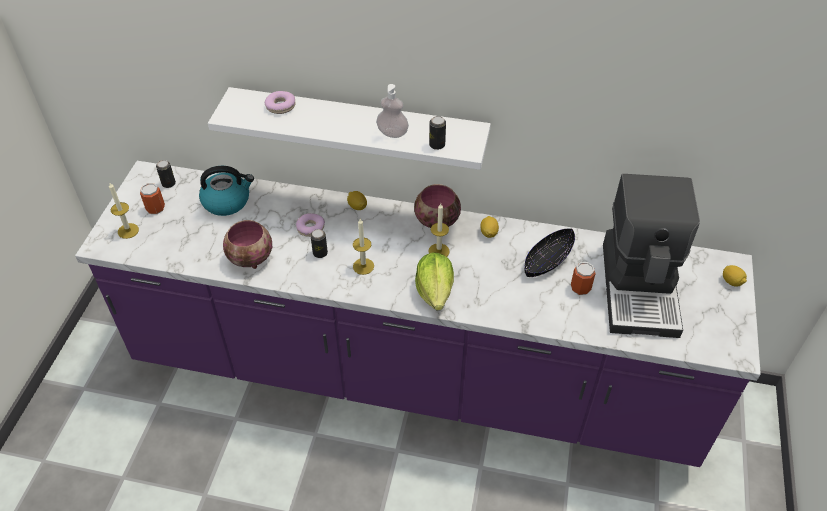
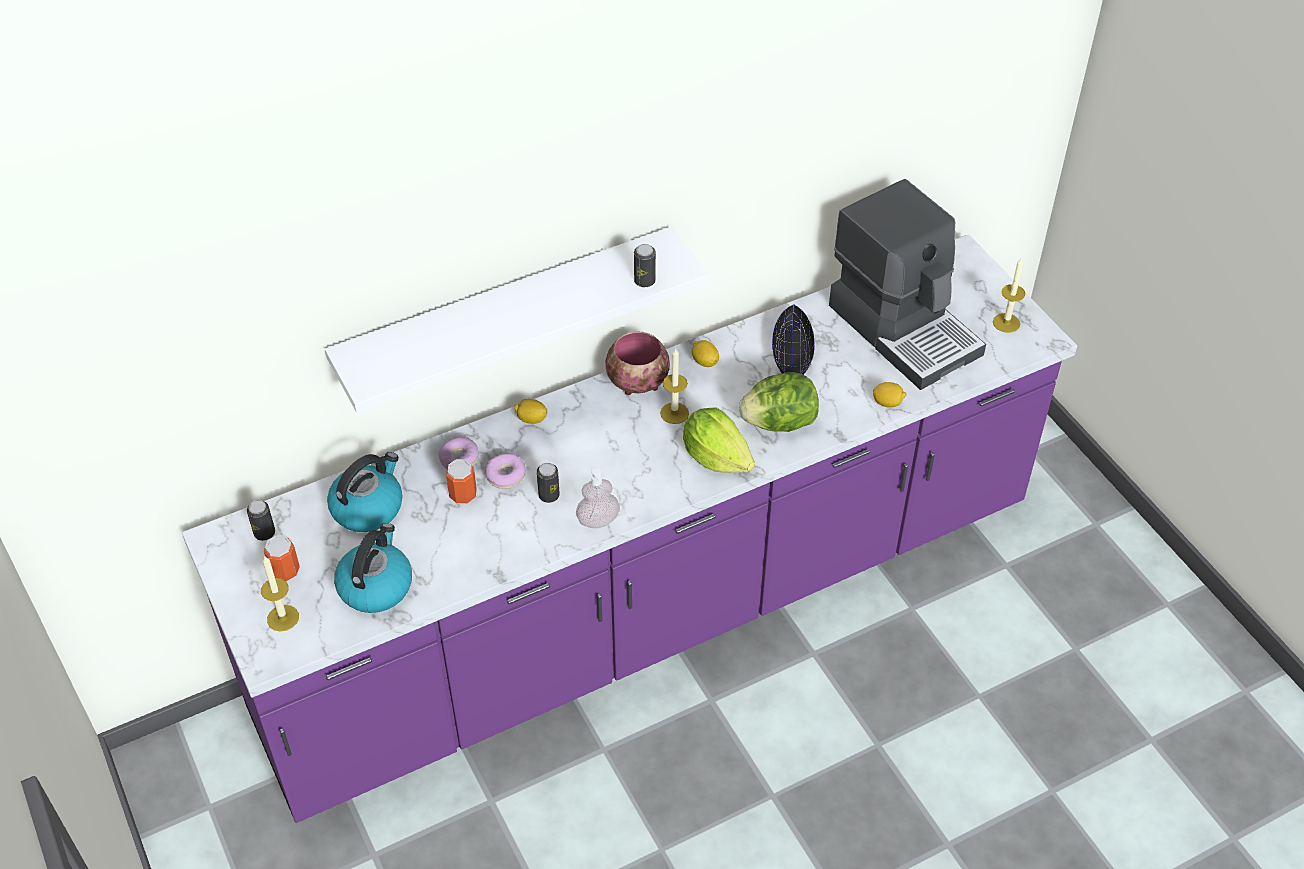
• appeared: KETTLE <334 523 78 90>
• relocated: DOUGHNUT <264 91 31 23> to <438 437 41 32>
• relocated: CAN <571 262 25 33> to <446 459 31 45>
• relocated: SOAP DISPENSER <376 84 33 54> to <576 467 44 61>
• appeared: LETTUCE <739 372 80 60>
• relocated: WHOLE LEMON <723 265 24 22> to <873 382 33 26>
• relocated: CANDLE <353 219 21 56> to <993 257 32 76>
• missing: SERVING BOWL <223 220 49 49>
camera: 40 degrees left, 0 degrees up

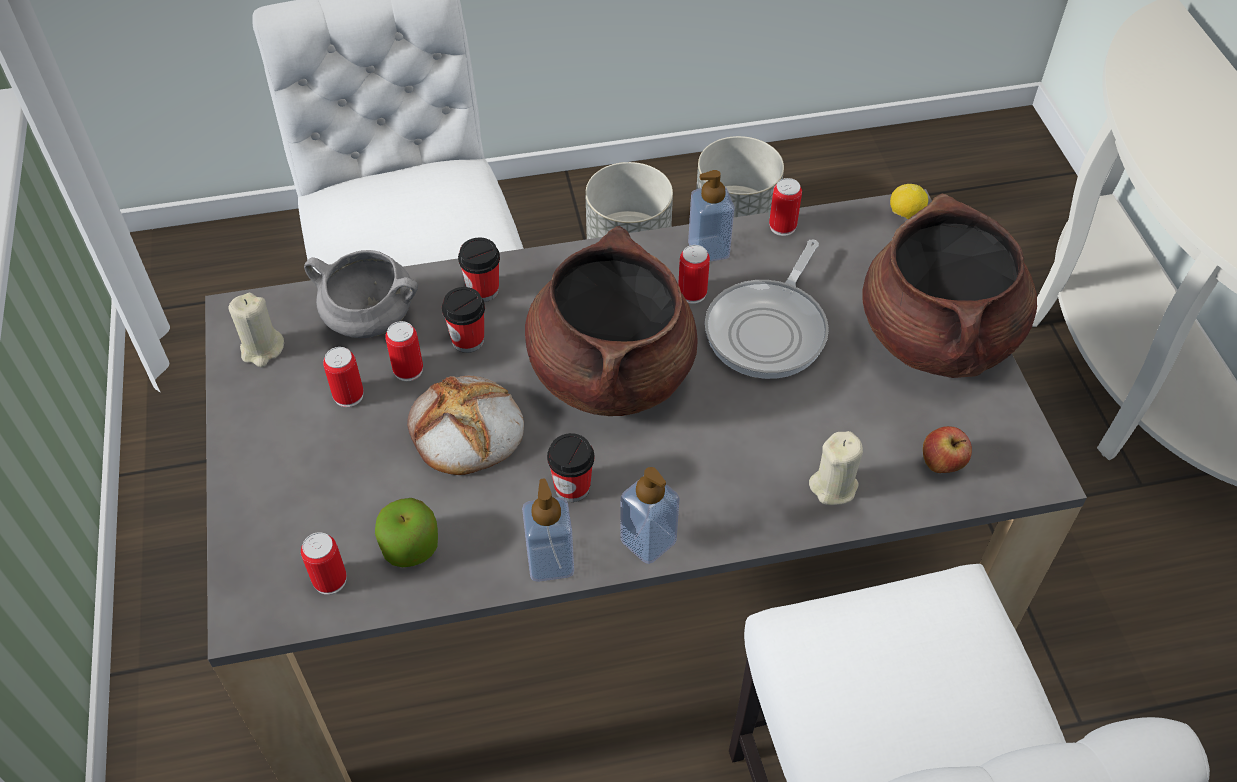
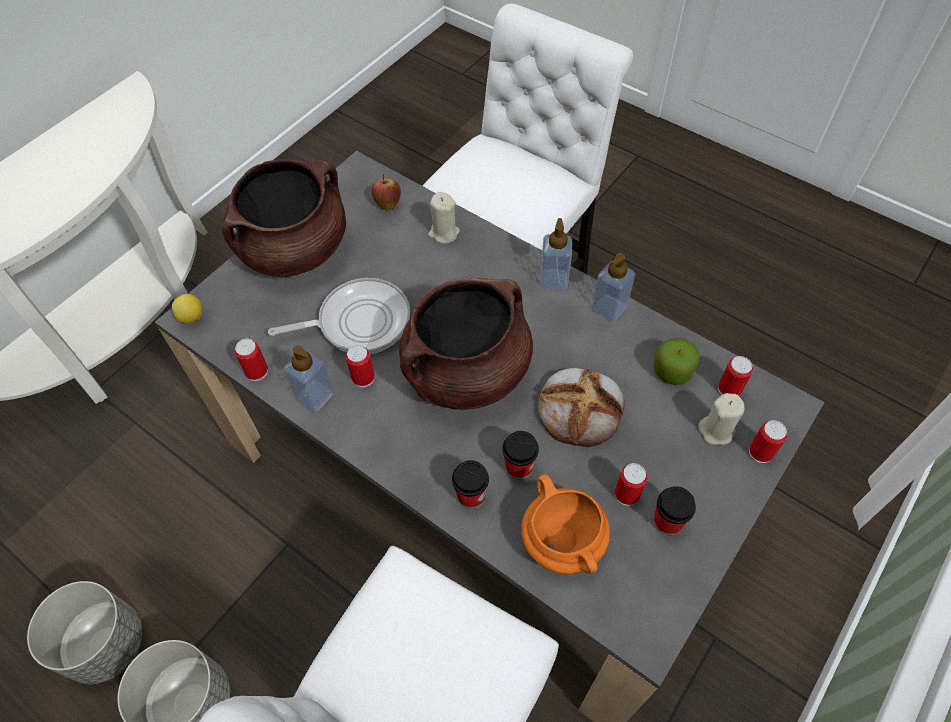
• colour: GRAY STOCKPOT <304 250 114 88> to ORANGE-COLOURED STOCKPOT <521 474 89 100>
• relocated: CUP <547 433 48 69> to <654 486 42 49>
• relocated: BEIGE-COLOURED CANDLE <228 293 56 74> to <698 393 46 52>
• relocated: CAN <385 321 38 60> to <749 420 38 43>
camera: 130 degrees left, 5 degrees up

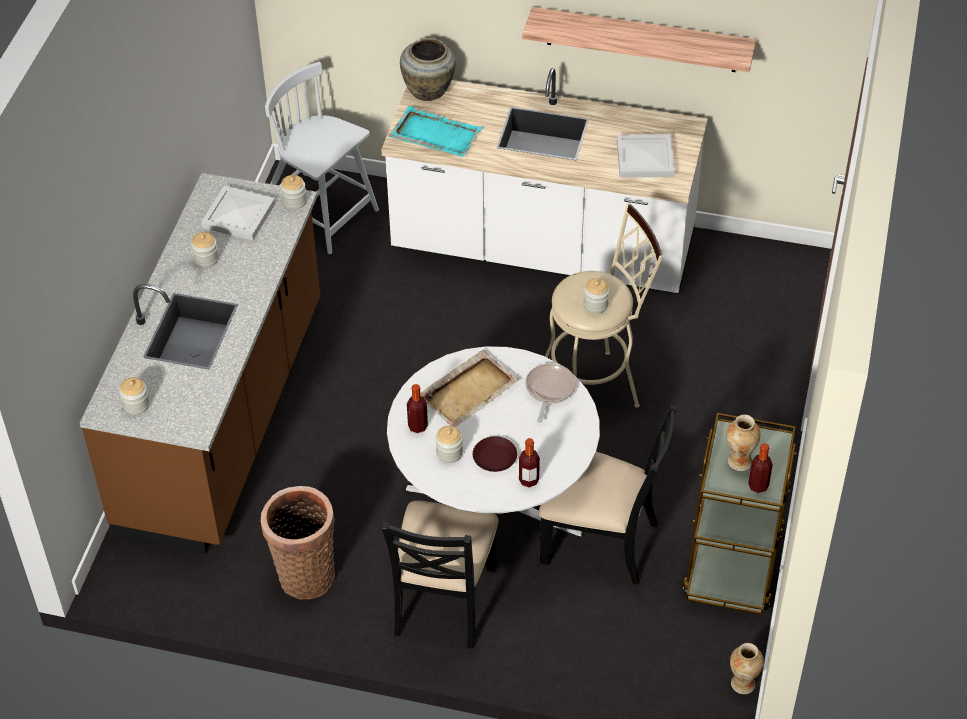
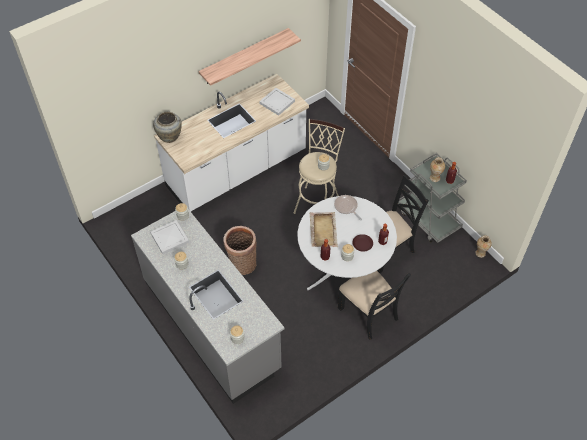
• colour: BROWN COUNTER <80 173 240 381> to GRAY COUNTER <131 209 154 195>
• relocated: STORAGE BASKET <261 486 74 114> to <223 226 34 49>
• colour: BROWN TROLLEY <683 413 114 202> to GRAY TROLLEY <398 153 69 90>
• missing: WHITE-COLOURED UPRIGHT CHAIR <265 62 114 192>
• missing: TURQUOISE TRAY <388 106 95 51>
camera: 50 degrees left, 5 degrees up

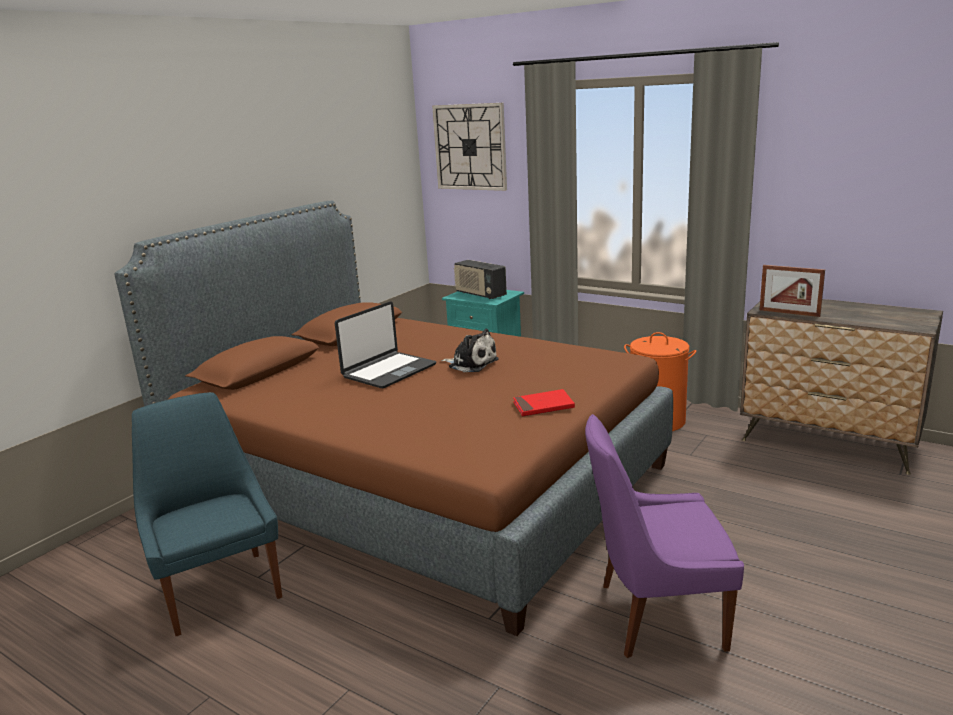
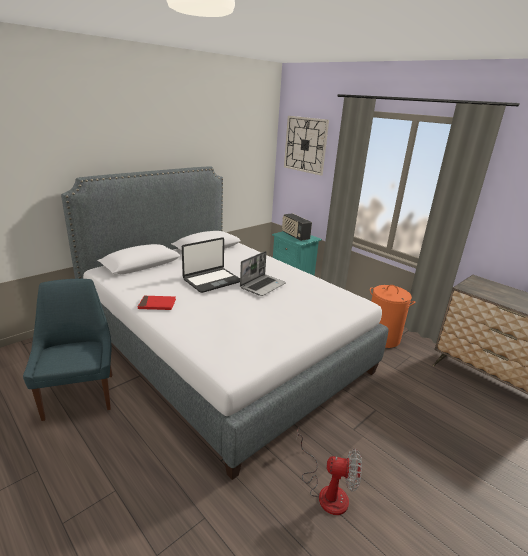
• colour: BROWN SLEEPING BED <114 201 559 435> to GRAY SLEEPING BED <61 166 327 314>
• relocated: REDDISH BOUND BOOK <513 389 62 27> to <138 296 38 14>
• exchanged: SOFT TOY <441 329 58 43> to LAPTOP <240 251 46 45>
• exchanged: PURPLISH UPRIGHT CHAIR <585 414 159 244> to FAN <297 432 65 83>
• missing: STANDING FRAME <760 265 65 52>
camera: 10 degrees right, 5 degrees up

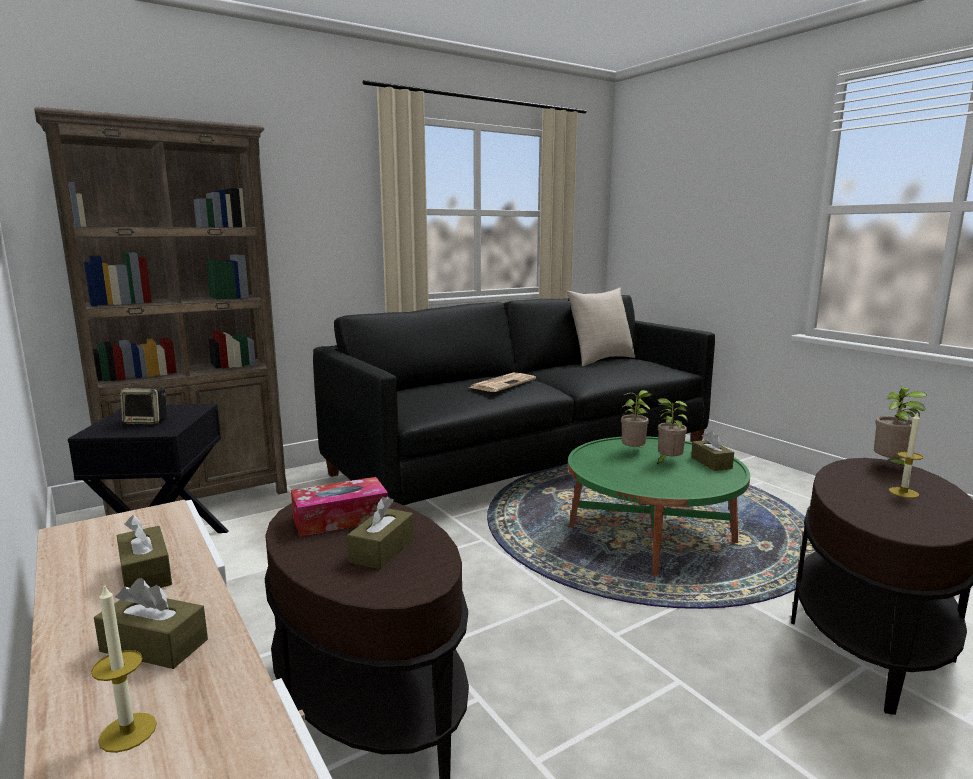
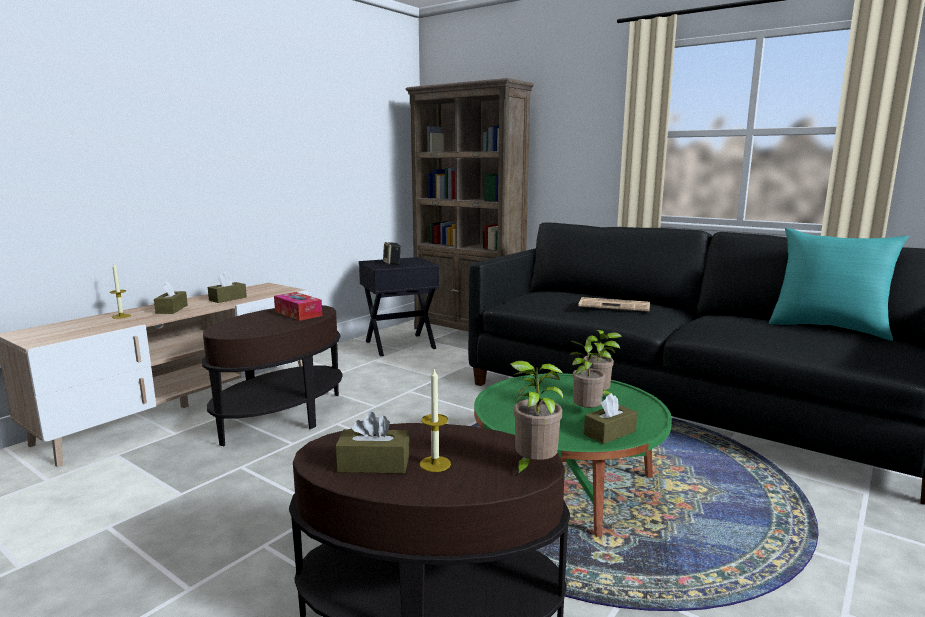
• relocated: BROWN TISSUE HOLDER <347 496 67 73> to <335 412 75 62>
• colour: BEIGE-COLOURED PILLOW <566 287 69 79> to TURQUOISE PILLOW <769 228 140 113>
camera: 70 degrees right, 0 degrees up

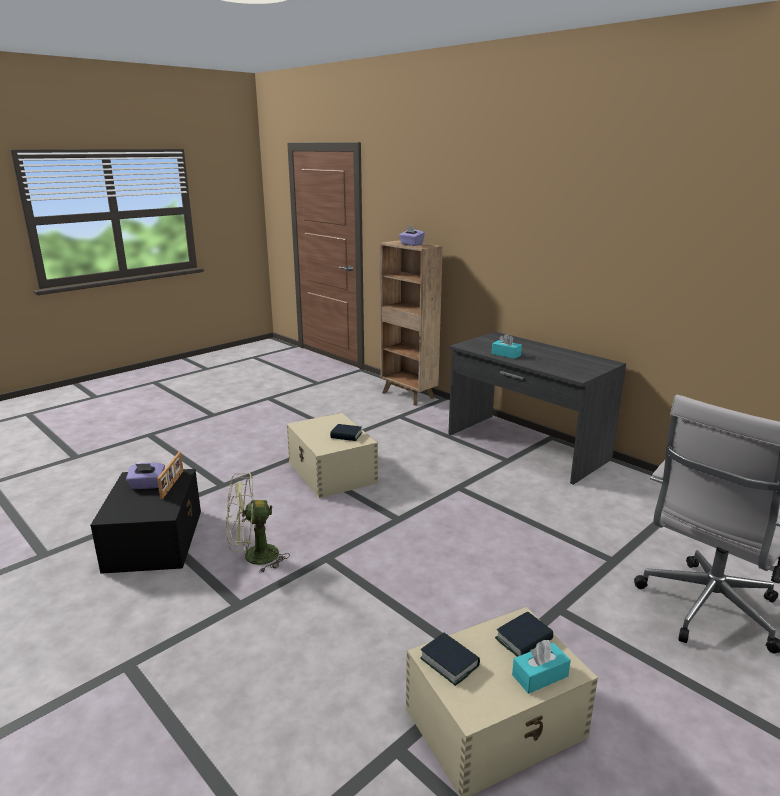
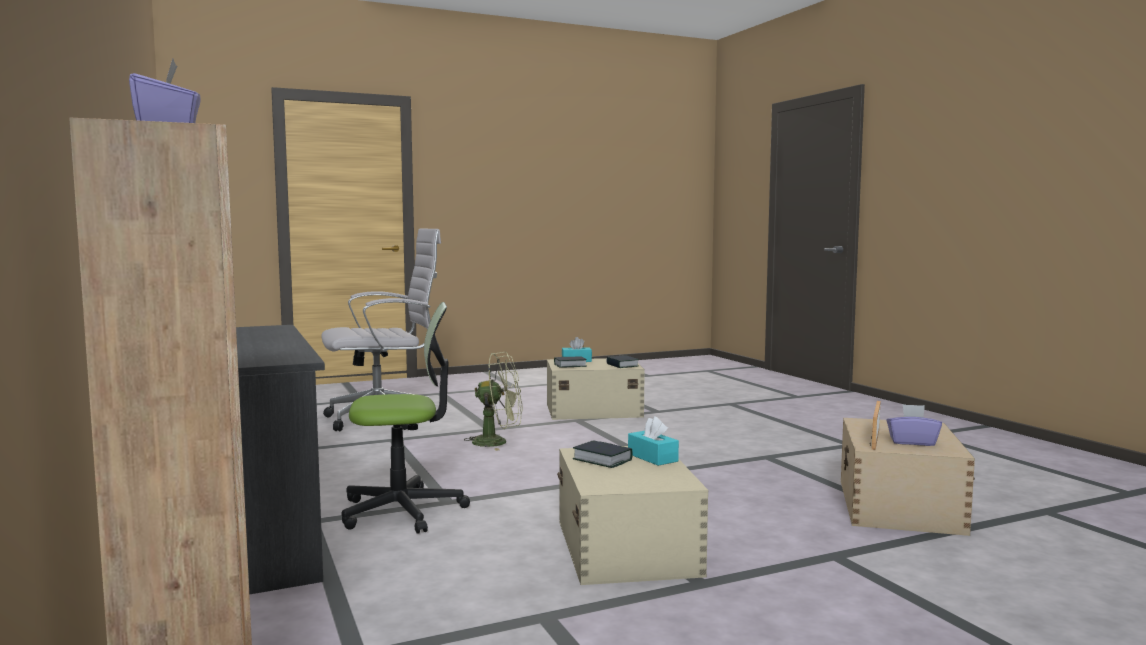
• appeared: DESK CHAIR <342 302 128 232>
• relocated: GREEN FAN <226 473 64 100> to <464 352 58 99>
• relocated: TURQUOISE TISSUE HOLDER <492 333 30 26> to <628 416 51 50>
• colour: BLACK STORAGE BIN <90 469 111 105> to BEIGE-COLOURED STORAGE BIN <841 418 134 118>
camera: 160 degrees left, 15 degrees down

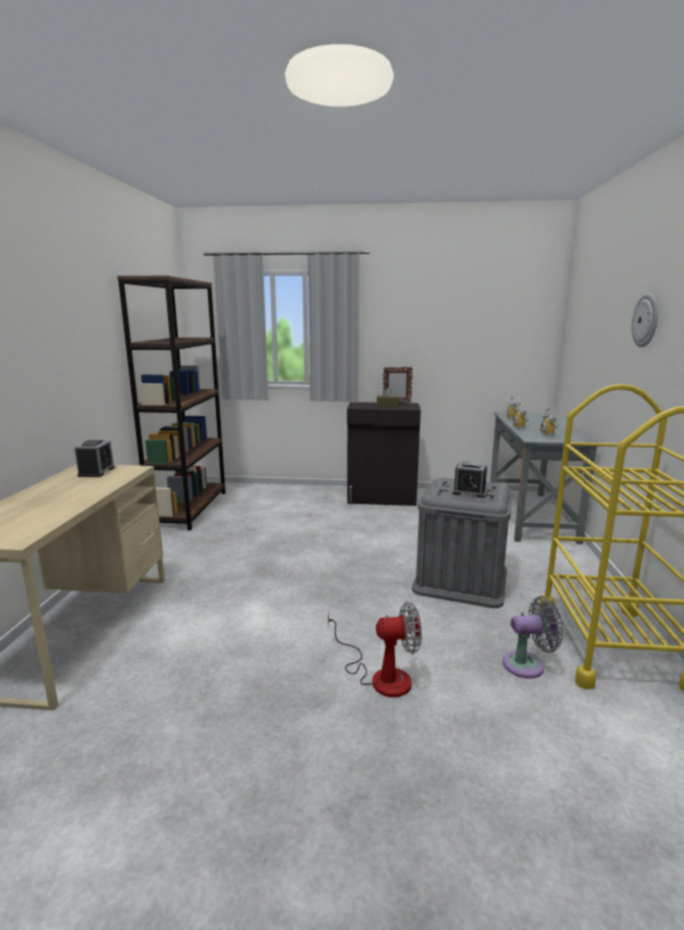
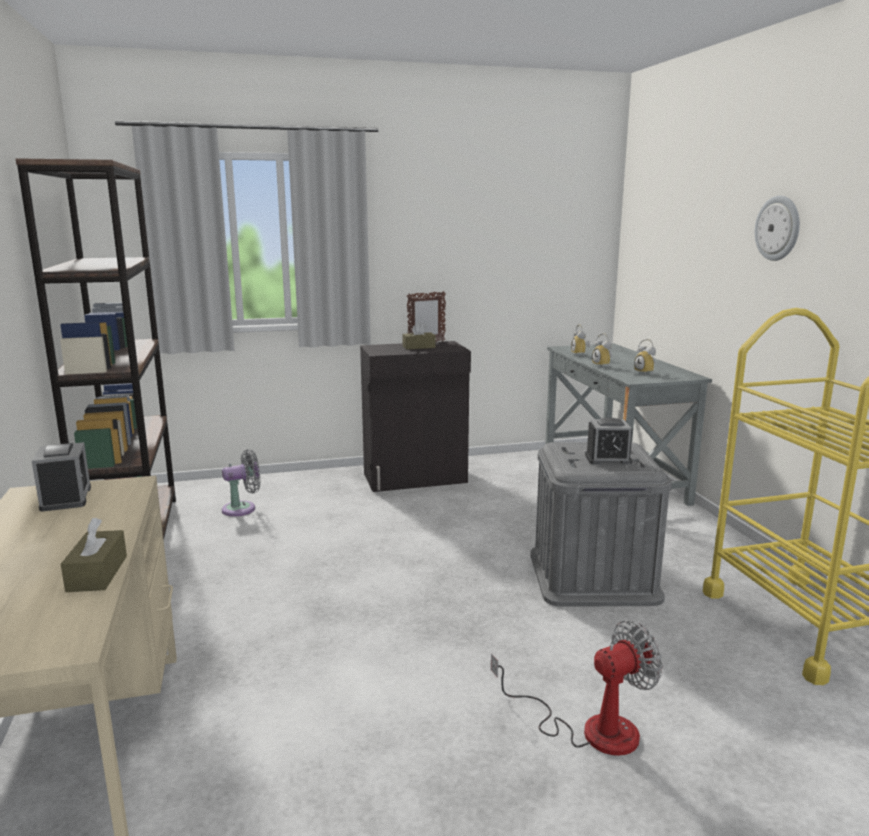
• appeared: BROWN TISSUE HOLDER <61 518 66 74>
• relocated: GRAY FAN <503 596 60 83> to <222 449 38 67>
camera: 20 degrees left, 0 degrees up

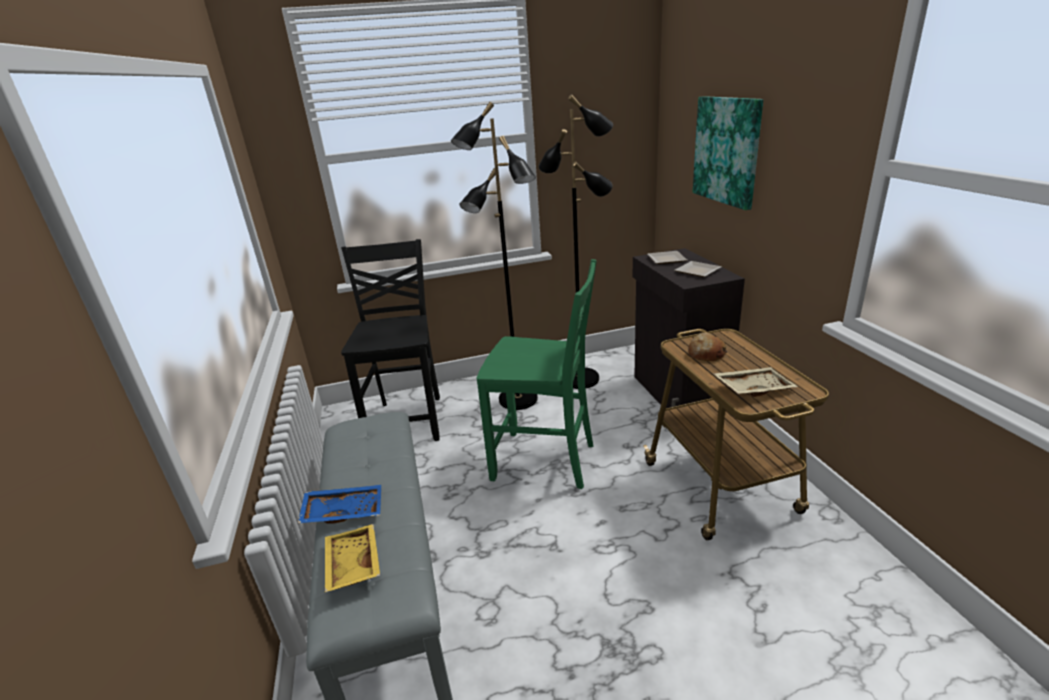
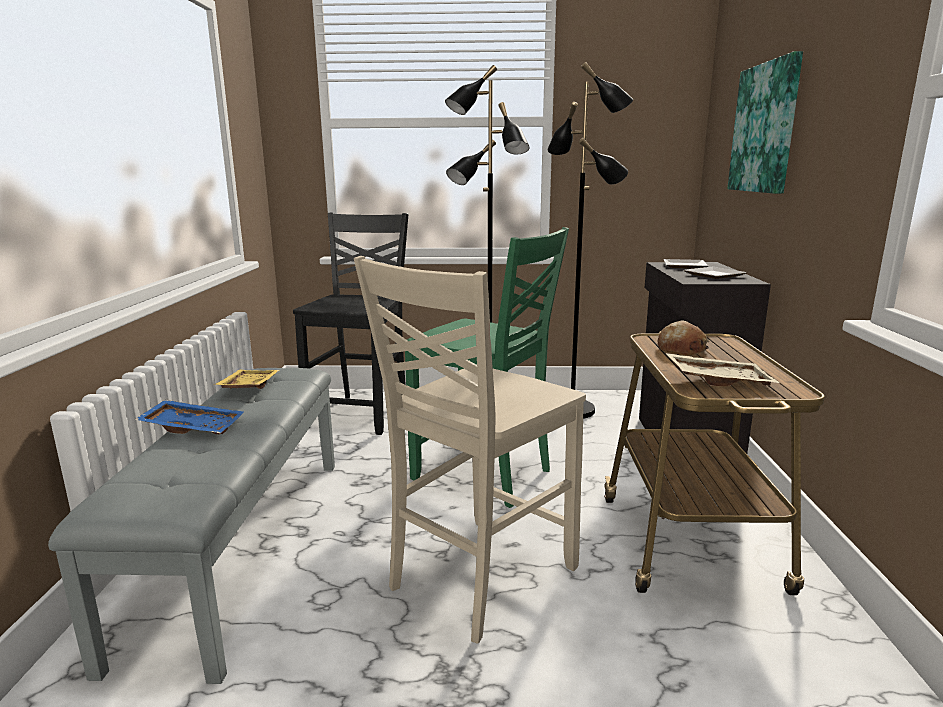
• relocated: YELLOWISH TRAY <325 524 55 68> to <214 370 65 19>
• appeared: BEIGE-COLOURED UPRIGHT CHAIR <354 256 232 387>
camera: 15 degrees right, 10 degrees down

